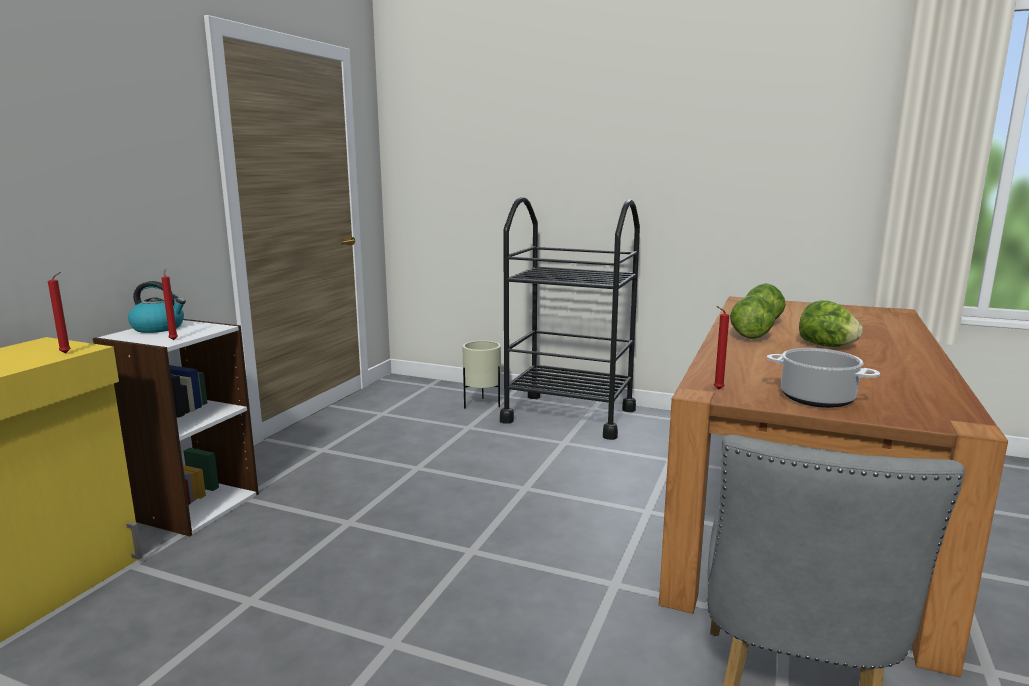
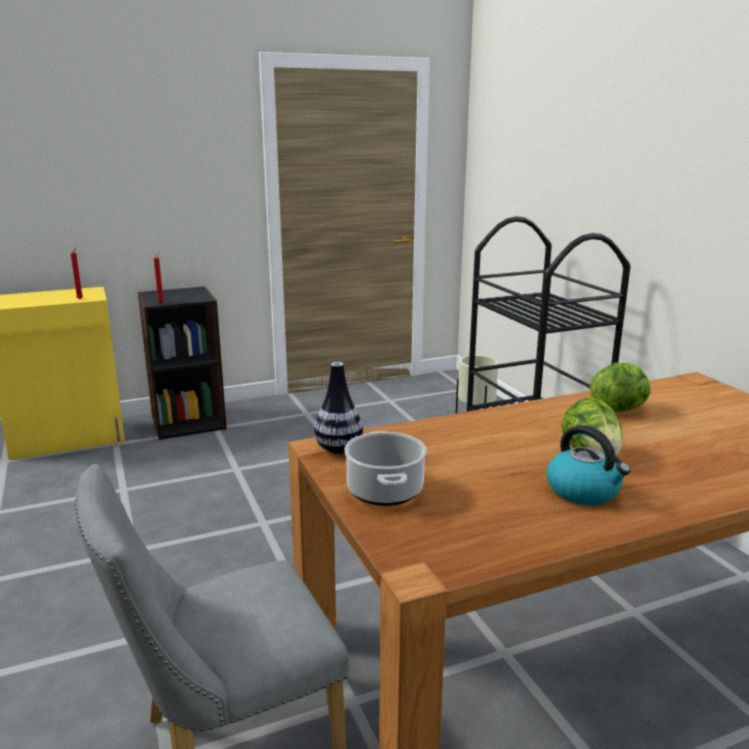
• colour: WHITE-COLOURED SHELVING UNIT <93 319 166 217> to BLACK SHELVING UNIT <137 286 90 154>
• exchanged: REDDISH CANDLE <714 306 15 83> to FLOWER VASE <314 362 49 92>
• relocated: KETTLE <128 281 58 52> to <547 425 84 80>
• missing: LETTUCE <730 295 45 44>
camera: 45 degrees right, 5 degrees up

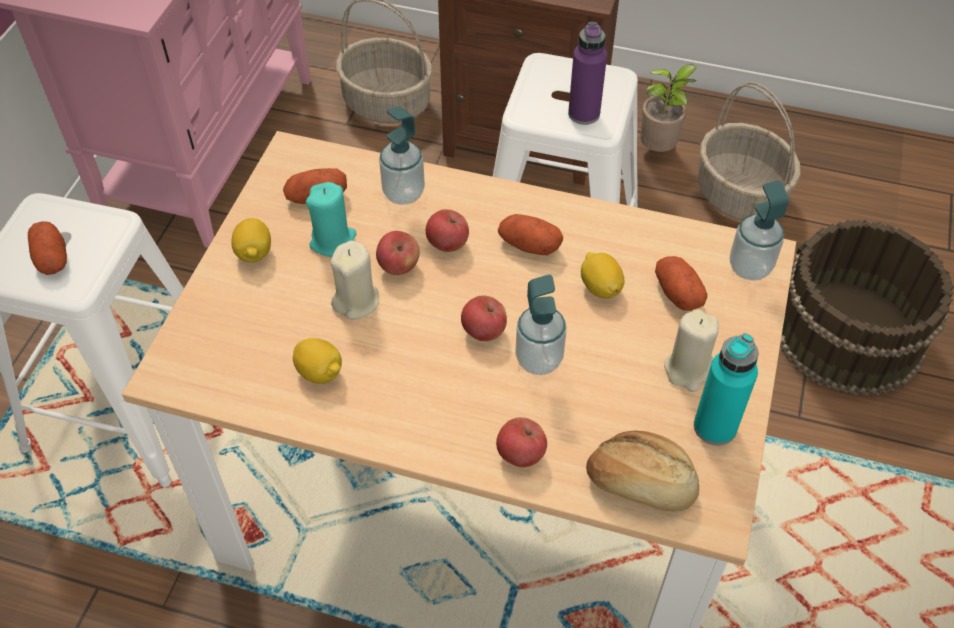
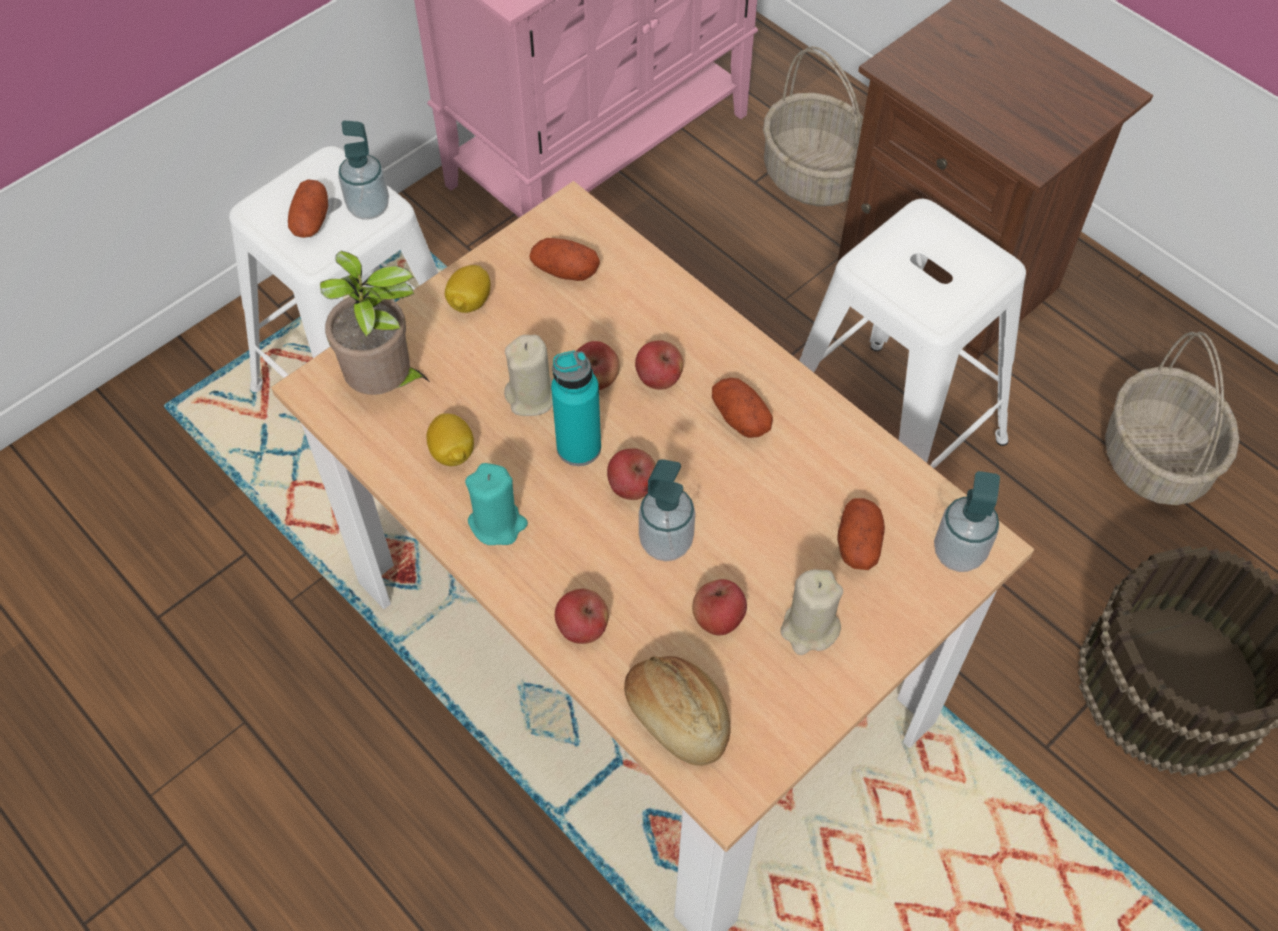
• relocated: POTTED PLANT <640 65 57 87> to <320 250 111 145>
• relocated: SOAP DISPENSER <379 107 46 98> to <338 121 51 98>
• relocated: TURQUOISE CANDLE <306 182 51 75> to <465 463 63 82>
• relocated: TURQUOISE BOTTLE <694 333 65 112> to <551 350 50 116>
• appeared: APPLE <692 579 55 56>
• missing: PURPLISH BOTTLE <568 22 39 103>
• missing: WHOLE LEMON <581 252 43 46>
camera: 30 degrees right, 5 degrees up

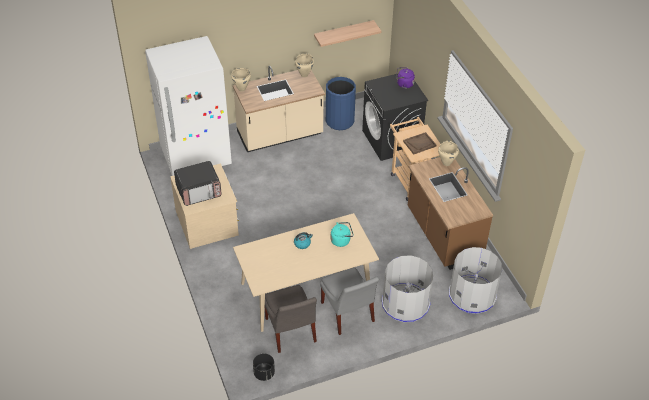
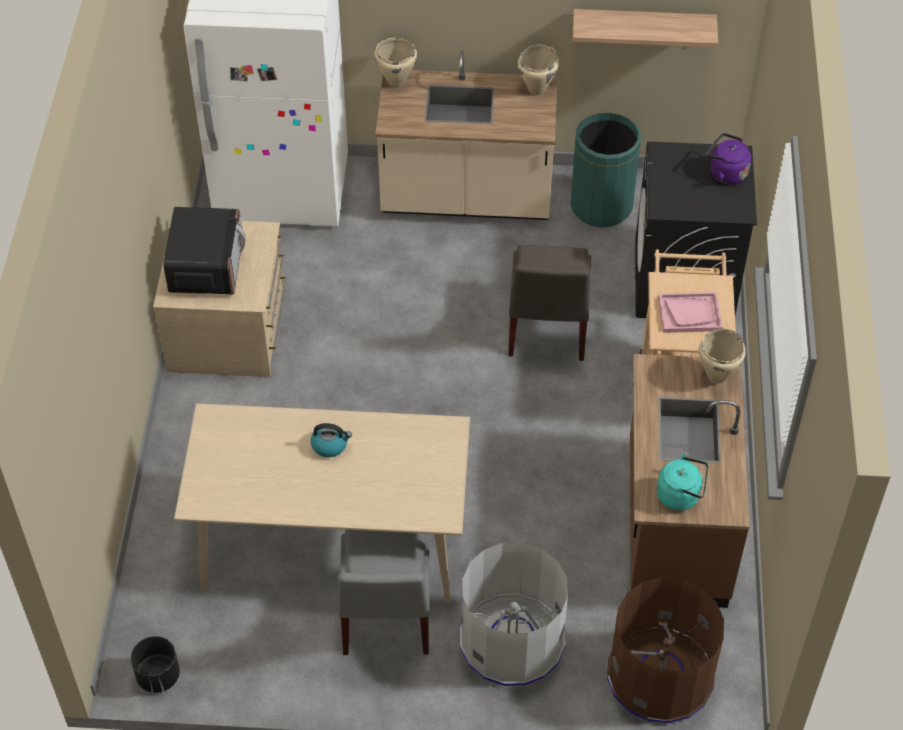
• spun: KITCHEN MICROWAVE <174 161 48 45> = <163 207 83 87> 90 degrees counterclockwise
• relocated: GRAY UPRIGHT CHAIR <265 285 52 68> to <508 245 83 116>
• colour: BLUISH RUBBISH BIN <326 77 30 53> to GREEN RUBBISH BIN <570 113 71 114>
• colour: GRAY RUBBISH BIN <449 247 53 67> to BROWN RUBBISH BIN <607 577 117 146>
• relocated: TURQUOISE KETTLE <331 222 23 25> to <656 454 52 56>
• colour: BROWN TRAY <403 132 33 23> to PINK TRAY <658 292 65 41>
camera: 25 degrees right, 5 degrees up

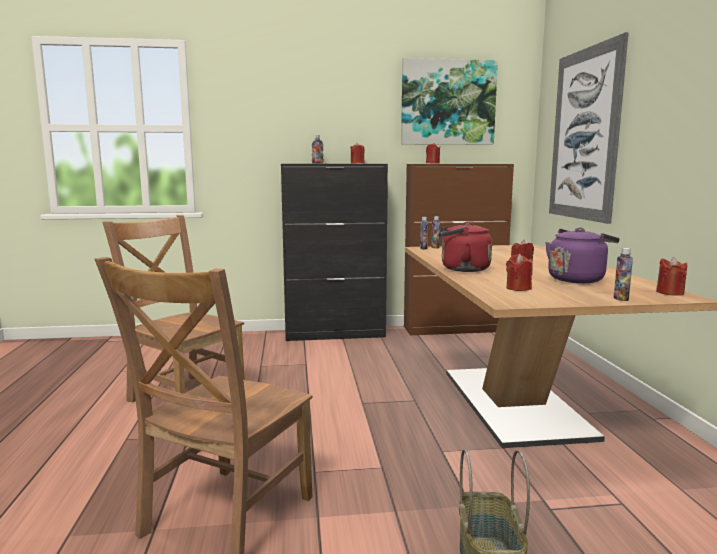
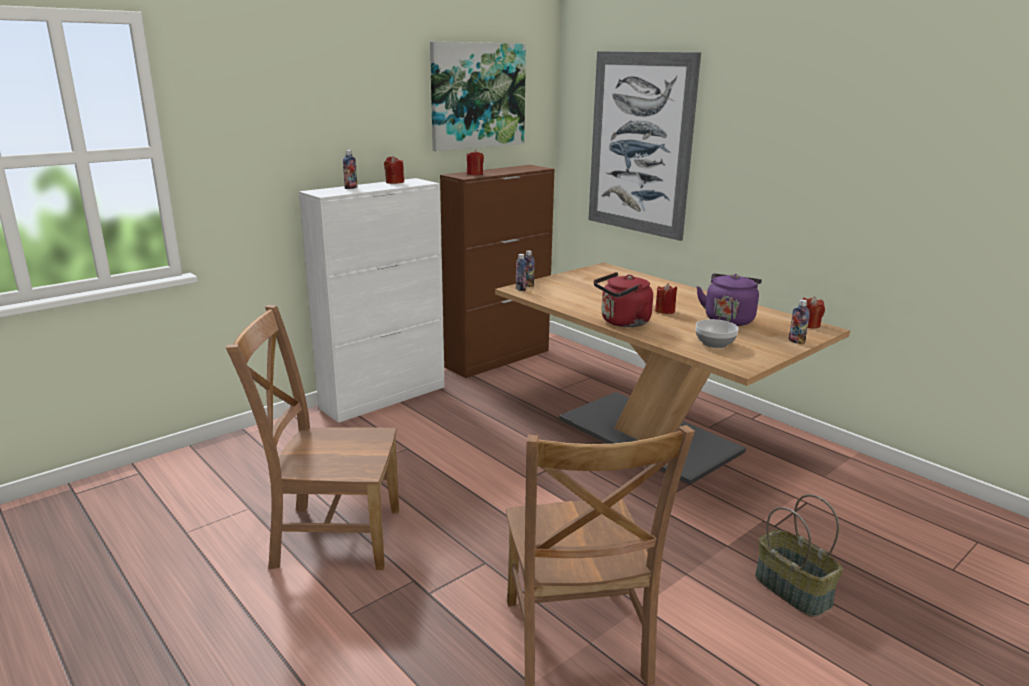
• colour: BLACK CABINET <281 164 107 177> to WHITE-COLOURED CABINET <299 178 145 245>
• exchanged: REDDISH CANDLE <506 254 27 37> to SERVING BOWL <696 319 43 29>
camera: 35 degrees left, 10 degrees up

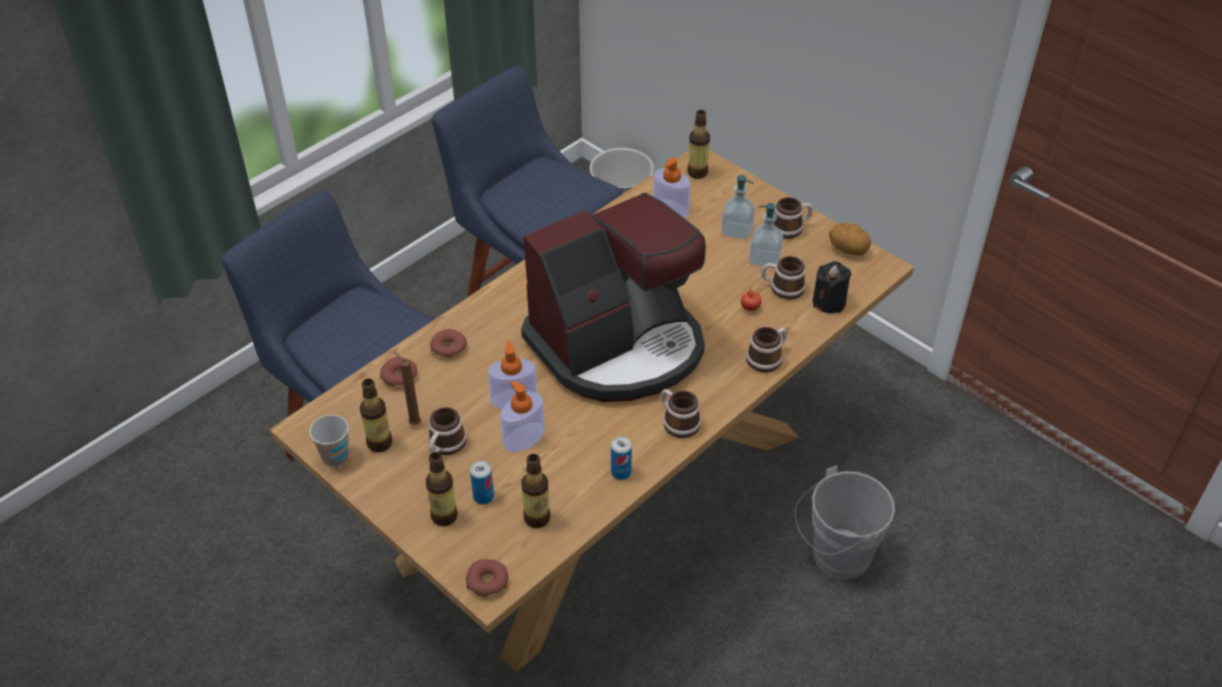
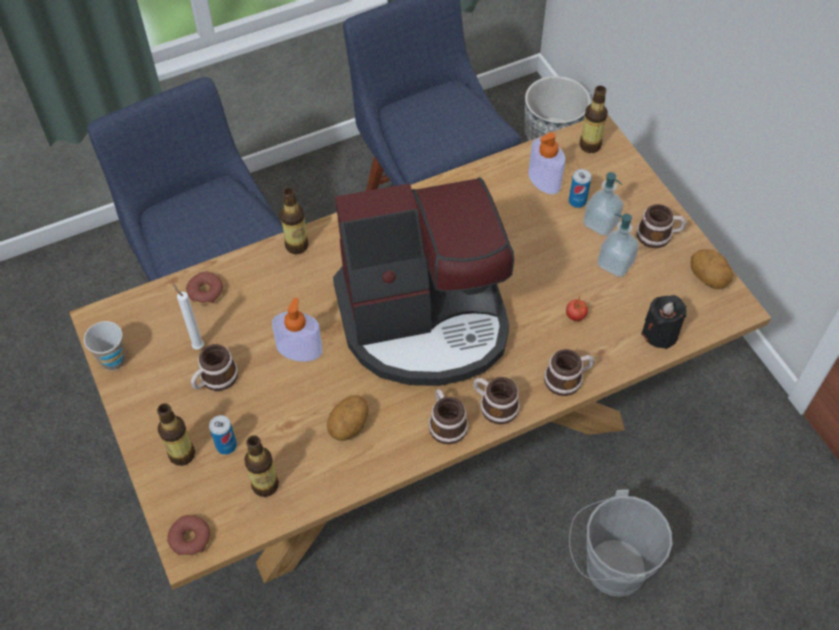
• colour: BROWN CANDLE <394 352 27 73> to WHITE-COLOURED CANDLE <173 284 31 65>
• relocated: BOTTLE <360 378 32 74> to <280 188 29 66>
• appeared: POTATO <327 395 41 46>
• relocated: MUG <761 256 45 44> to <473 377 47 47>
• relocated: CAN <611 436 21 44> to <569 169 22 39>
• missing: DOUGHNUT <430 329 37 30>
• missing: SOAP DISPENSER <501 380 43 72>
camera: 20 degrees right, 10 degrees up

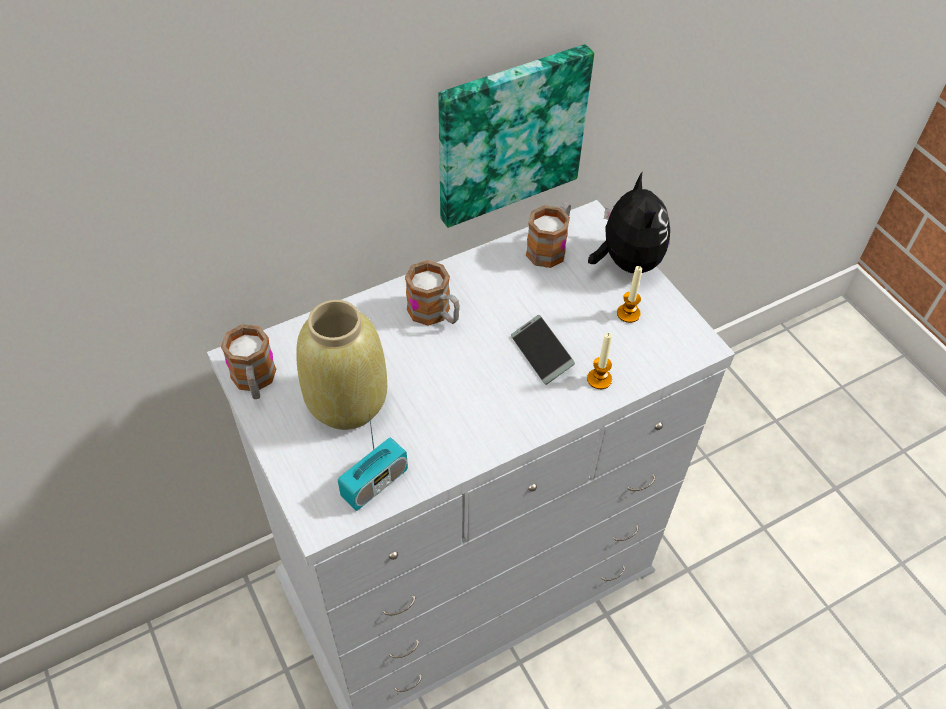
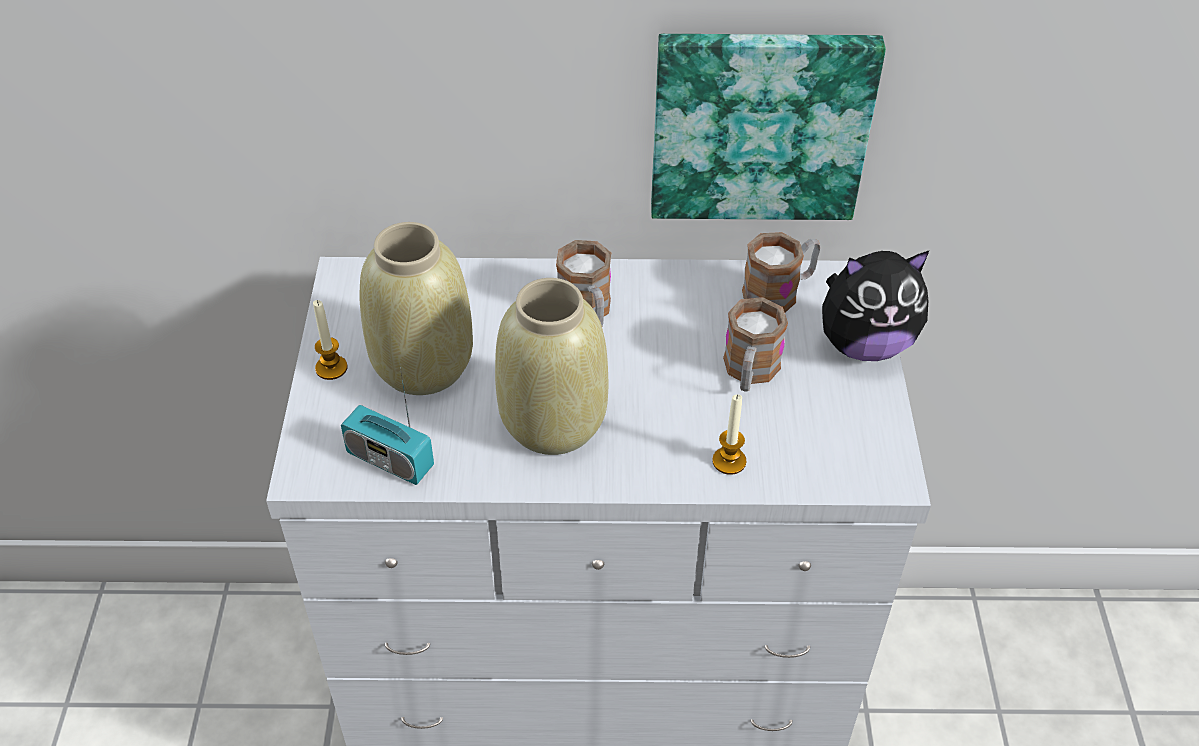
• relocated: CANDLE <617 266 25 57> to <313 300 35 80>
• spun: RADIO SET <338 413 70 98> = <341 367 93 118> 45 degrees clockwise
• appeared: BEIGE-COLOURED FLOWER VASE <495 278 113 177>
• relocated: MUG <221 324 55 75> to <723 297 65 94>
• spun: SOFT TOY <588 172 82 101> = <822 250 108 111> 60 degrees clockwise
• missing: TELEPHONE <511 315 64 70>
camera: 30 degrees right, 5 degrees down

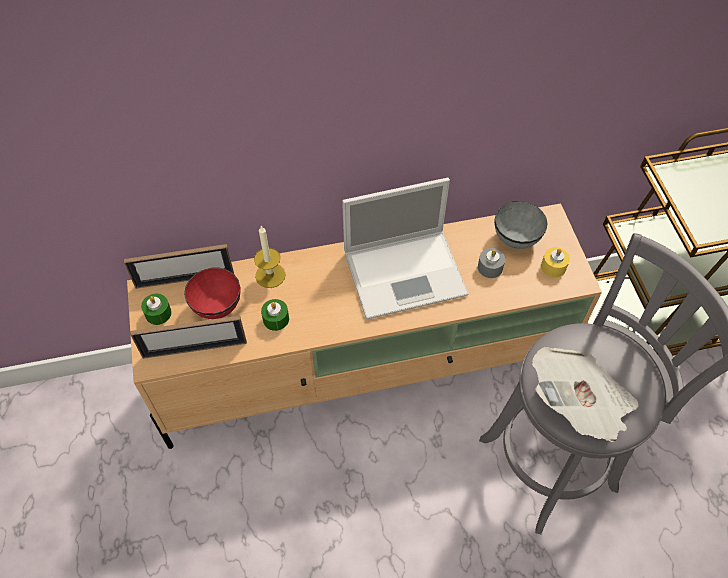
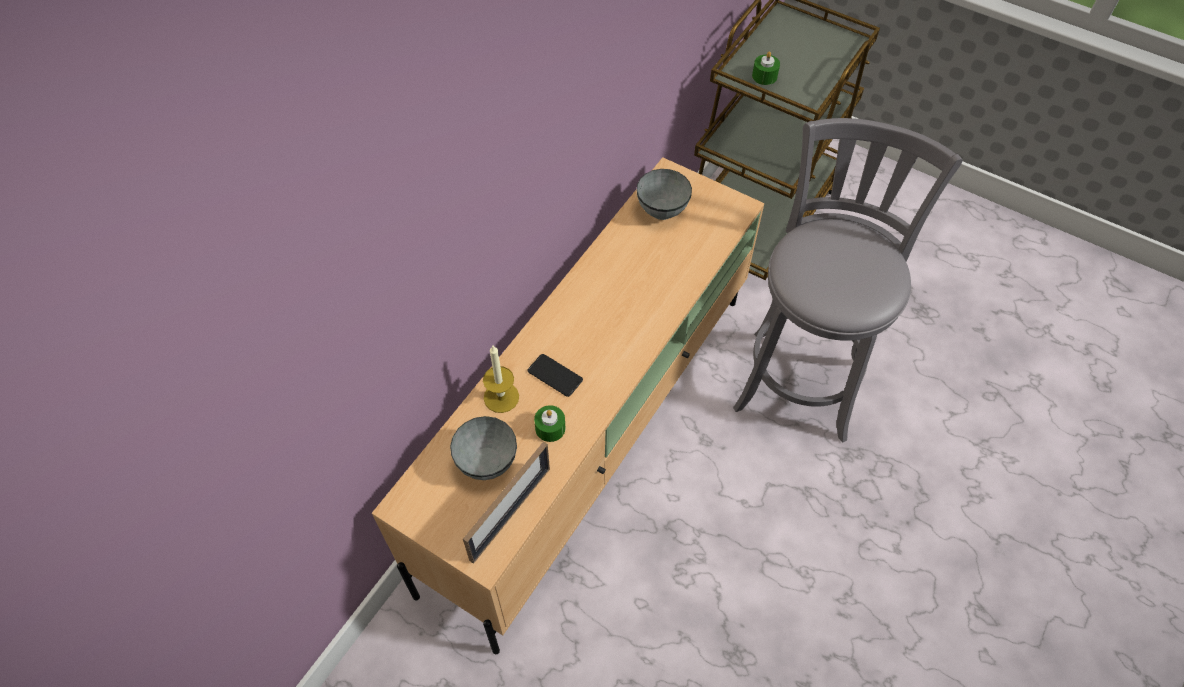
• colour: REDDISH SERVING BOWL <184 268 57 51> to GRAY SERVING BOWL <450 416 67 64>
• appeared: TELEPHONE <528 354 55 43>
• relocated: GREEN CANDLE <141 294 31 31> to <752 52 28 33>
• missing: STANDING FRAME <124 244 110 45>
• missing: LAPTOP <342 177 127 143>
• missing: GRAY CANDLE <478 248 27 30>
• missing: DAILY PAPER <532 347 107 95>
• missing: YELLOWISH CANDLE <541 247 29 30>
camera: 45 degrees left, 0 degrees up

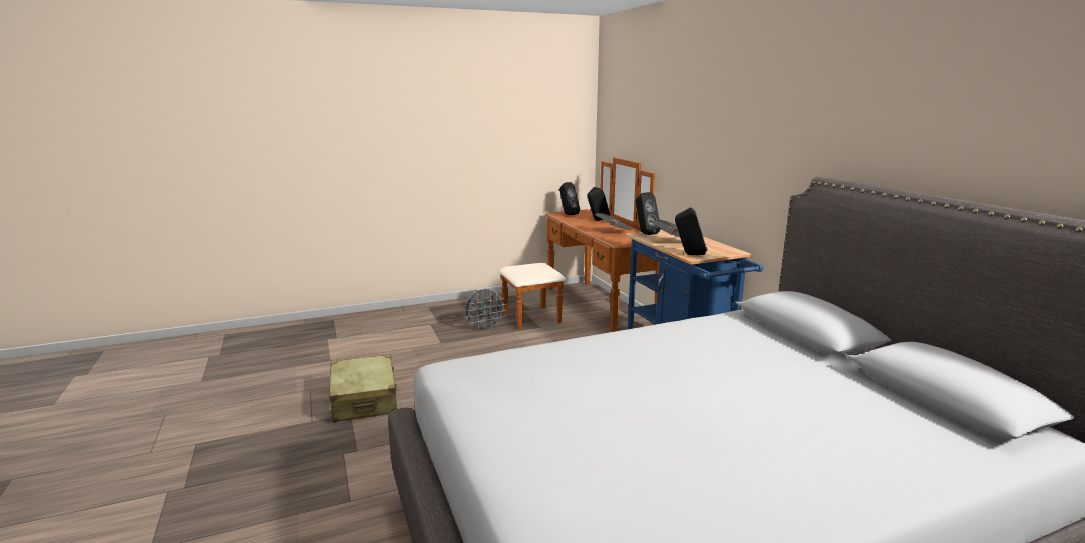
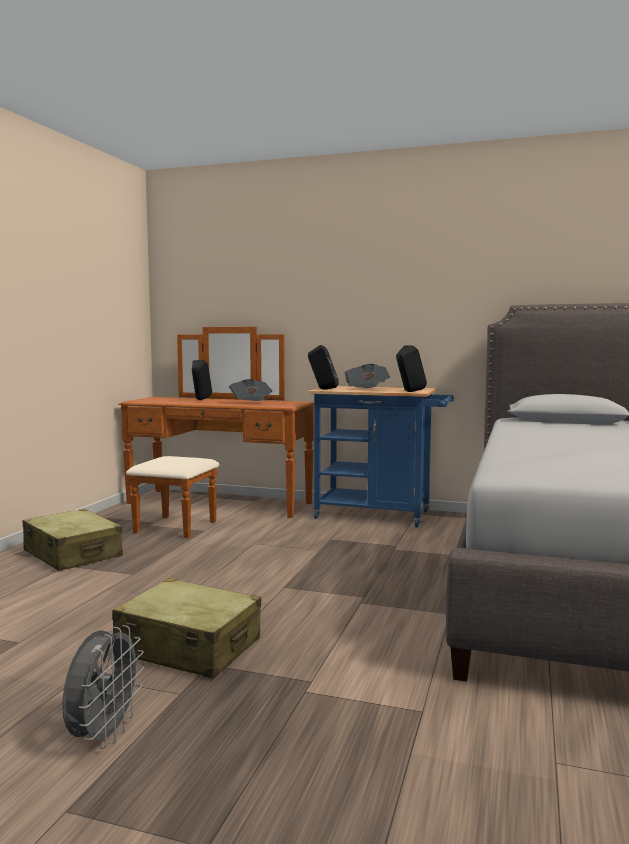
• appeared: BEIGE-COLOURED SUITCASE <23 509 100 62>
• relocated: GRAY FAN <466 289 41 42> to <62 625 82 124>
• missing: BLACK LOUDSPEAKER <559 182 21 33>
camera: 50 degrees left, 10 degrees down

